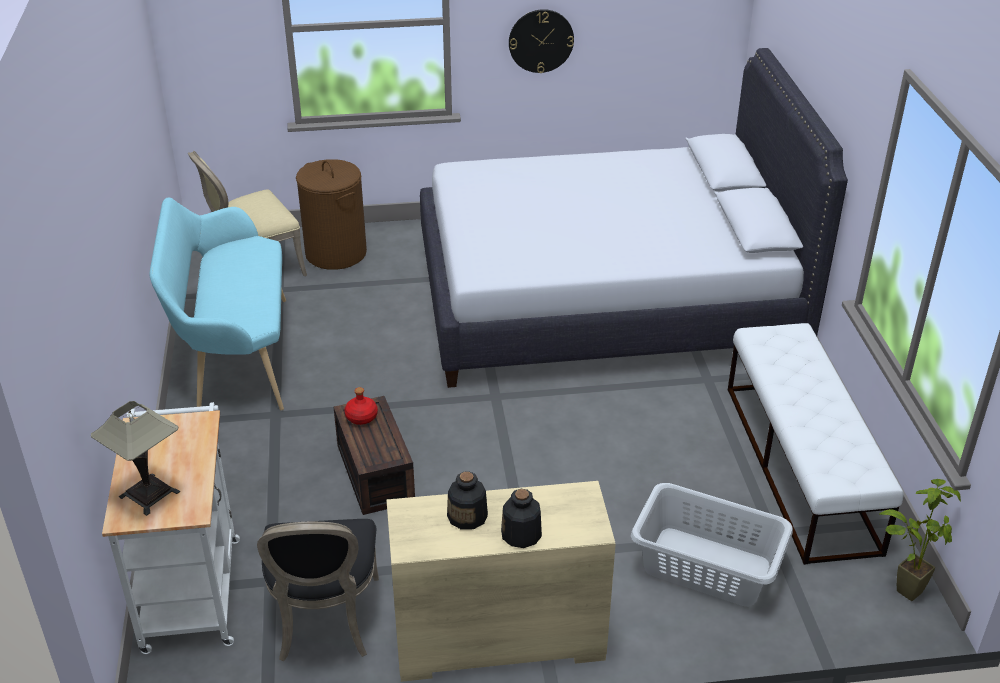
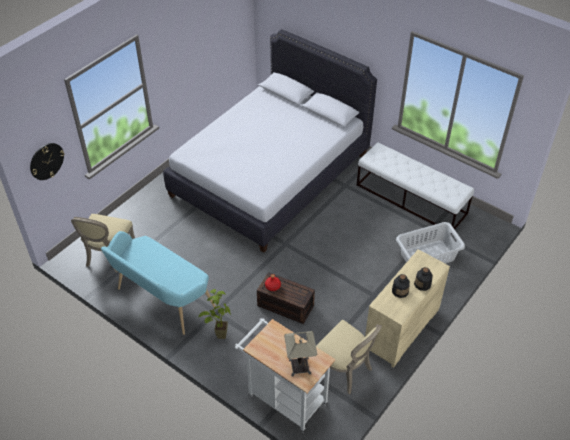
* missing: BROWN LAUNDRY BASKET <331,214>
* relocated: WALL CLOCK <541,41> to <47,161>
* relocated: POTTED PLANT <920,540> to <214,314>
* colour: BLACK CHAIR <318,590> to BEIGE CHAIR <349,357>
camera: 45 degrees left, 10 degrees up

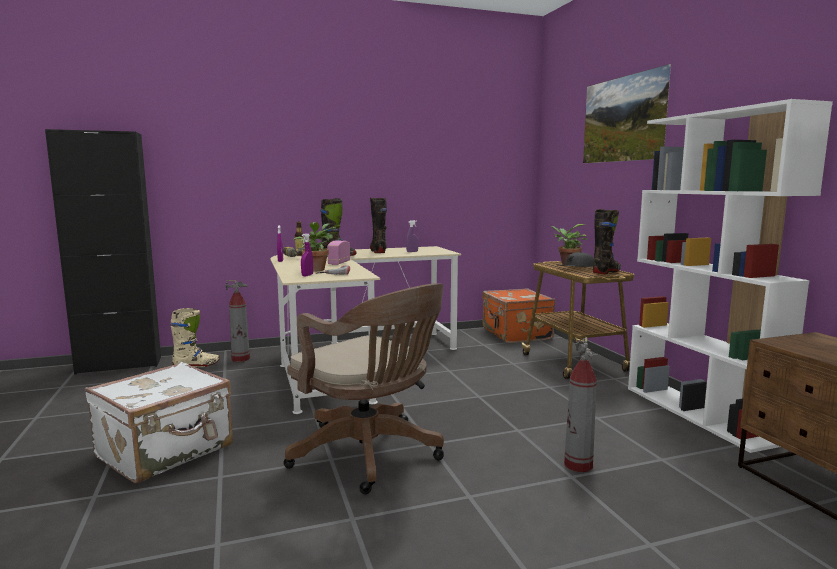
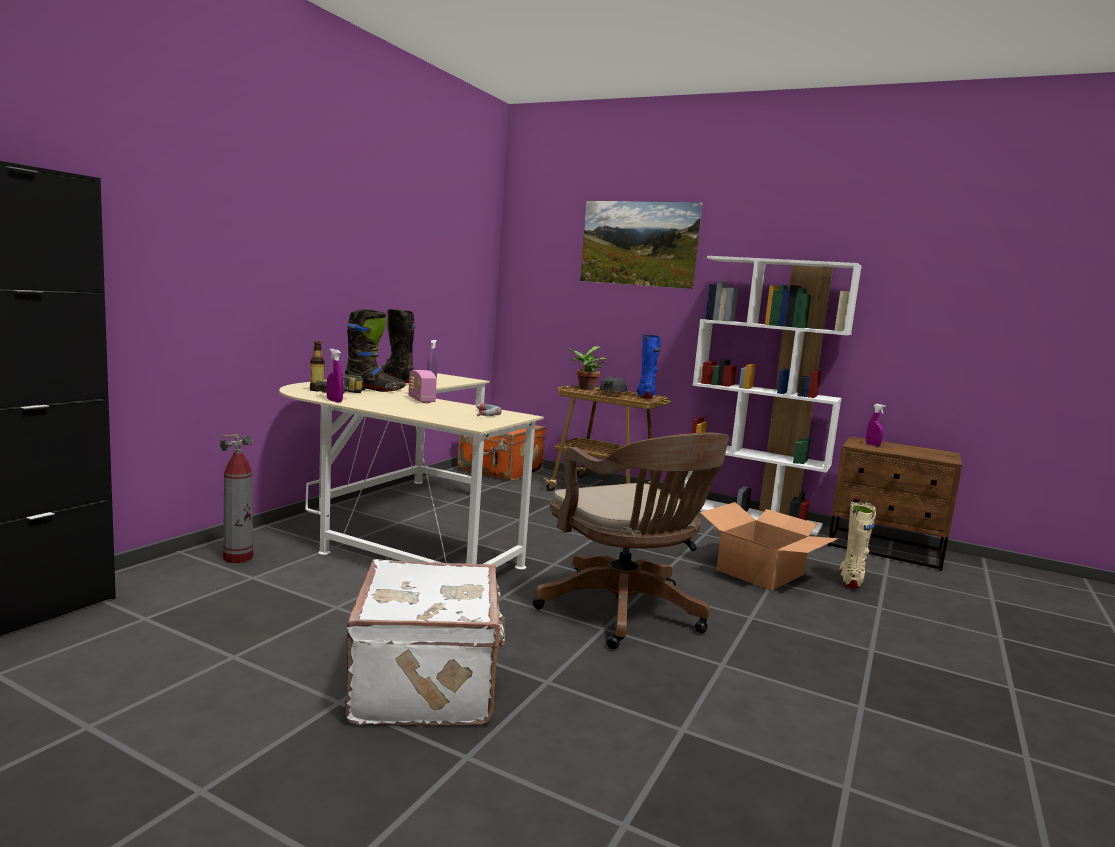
* missing: POTTED PLANT <314,246>
* relocated: BEIGE BOOT <195,337> to <857,545>
* relocated: PURPLE SPRAY BOTTLE <307,254> to <876,425>
* exchanged: FIRE EXTINGUISHER <580,404> to CARDBOARD BOX <769,546>
* colour: BLACK BOOT <607,241> to BLUE BOOT <649,366>
* spun: BROWN OFFICE CHAIR <363,388> = <631,540> 60 degrees clockwise
camera: 45 degrees left, 0 degrees up

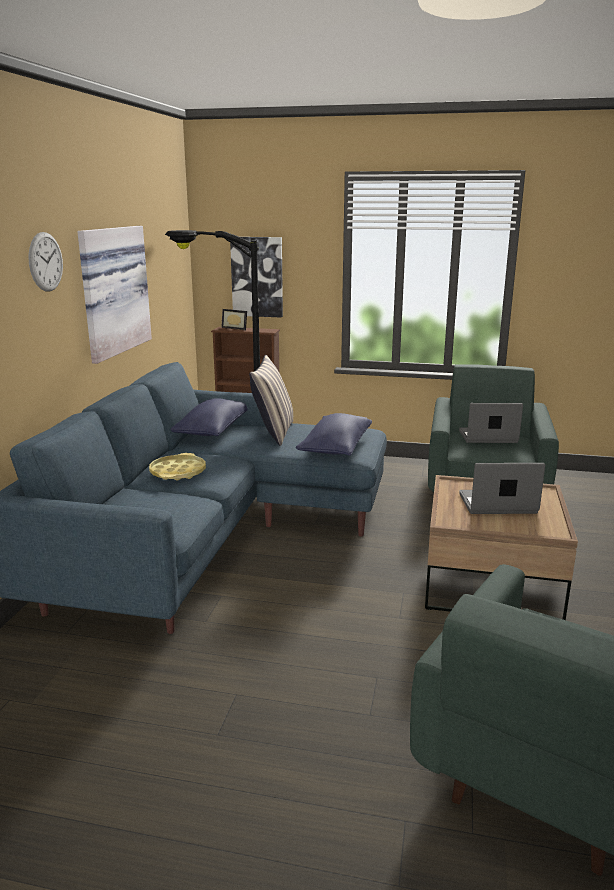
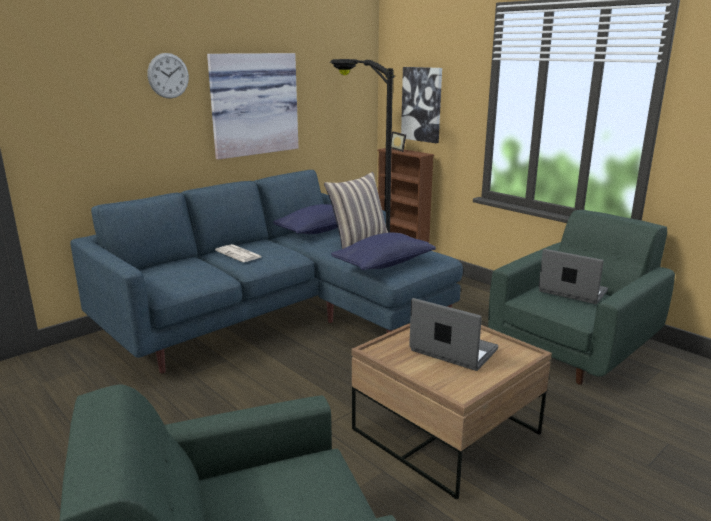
* exchanged: YELLOW TRAY <177,466> to NEWSPAPER <238,253>
camera: 35 degrees right, 0 degrees up

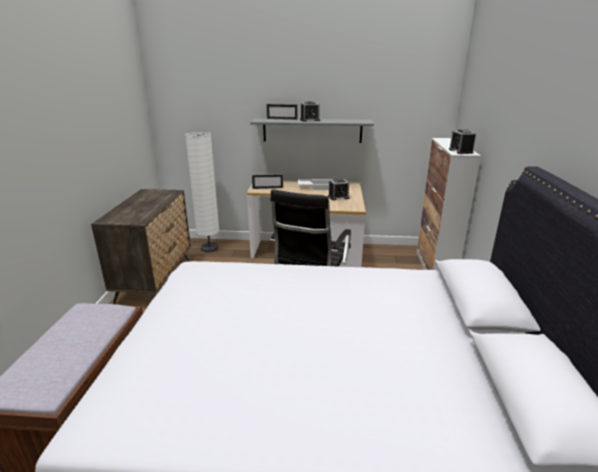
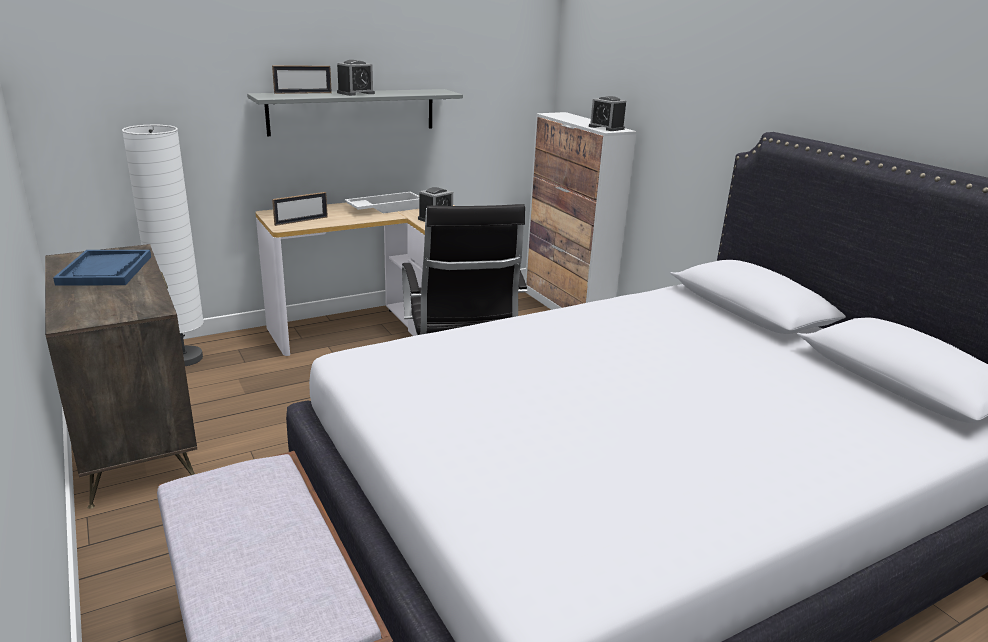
* appeared: BLUE TRAY <102,268>
camera: 35 degrees left, 0 degrees up

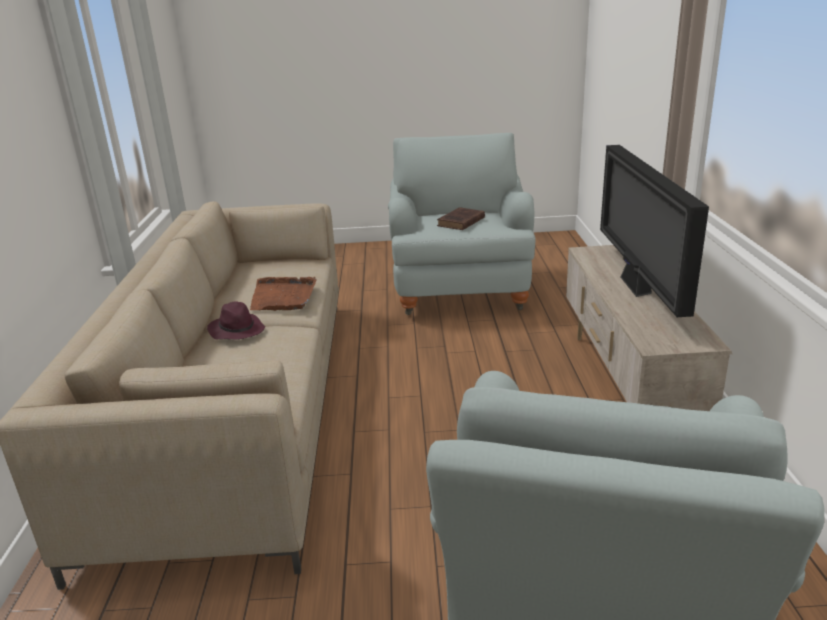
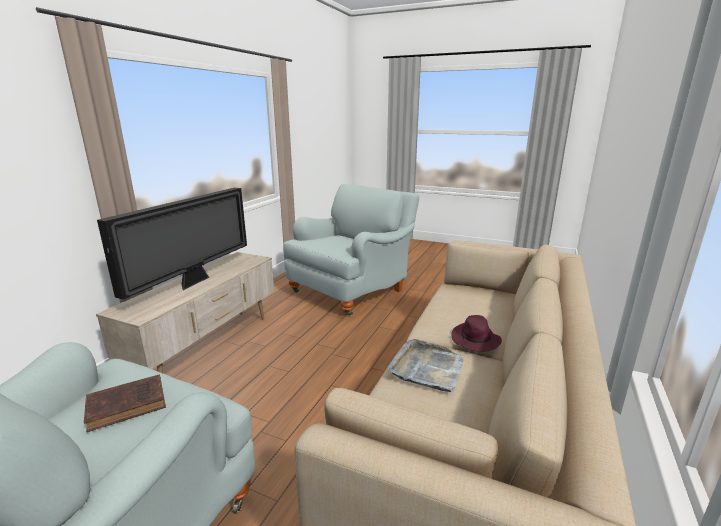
* colour: BROWN TRAY <283,294> to GREY TRAY <426,365>
camera: 155 degrees left, 5 degrees down

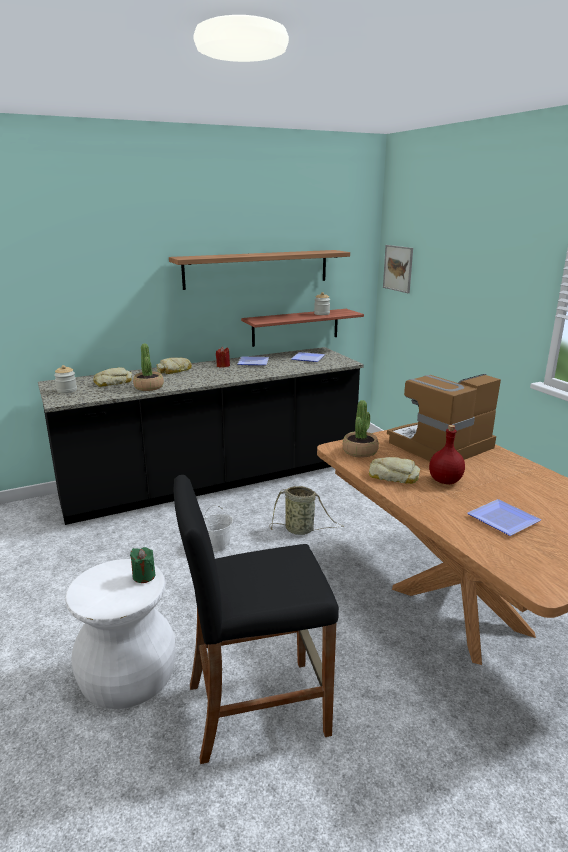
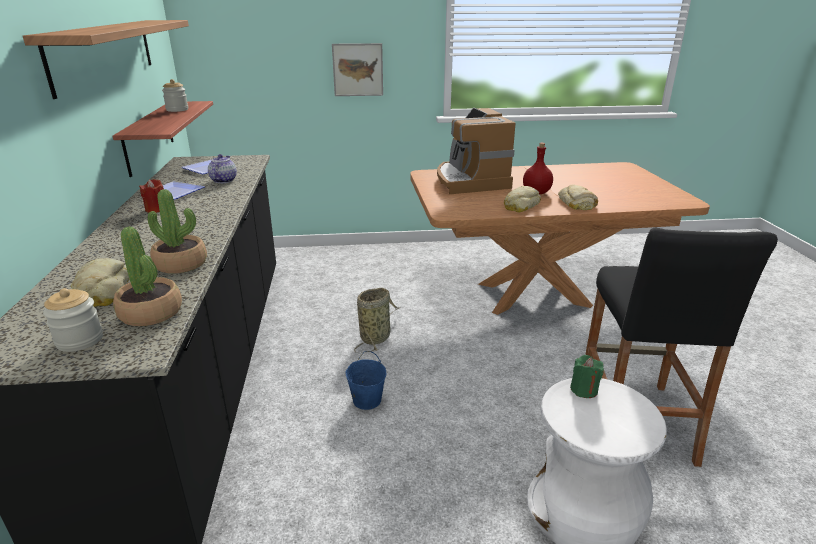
* missing: PLATE <504,517>
* appeared: TEAPOT <222,168>
* relocated: BREAD <174,365> to <578,197>
* relocated: POTTED PLANT <361,429> to <147,276>
* relocated: PICTURE <398,269> to <357,69>
* colour: WHITE BUCKET <218,528> to BLUE BUCKET <365,380>
camera: 70 degrees left, 5 degrees up

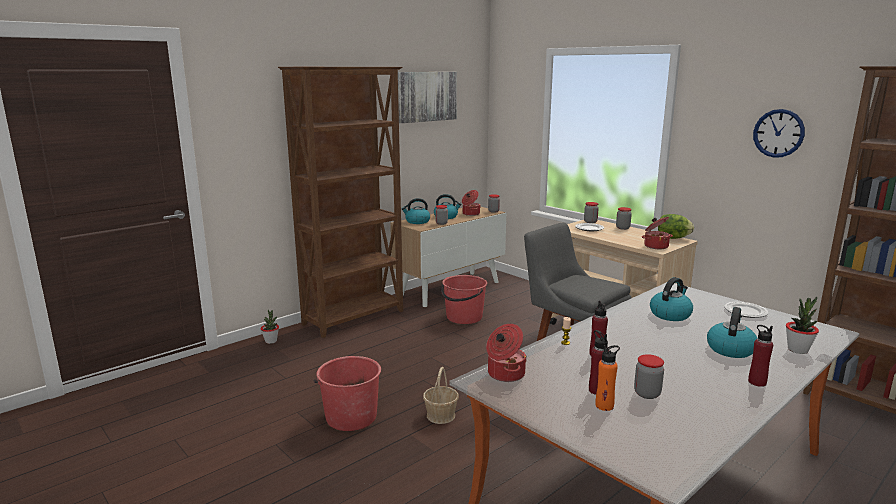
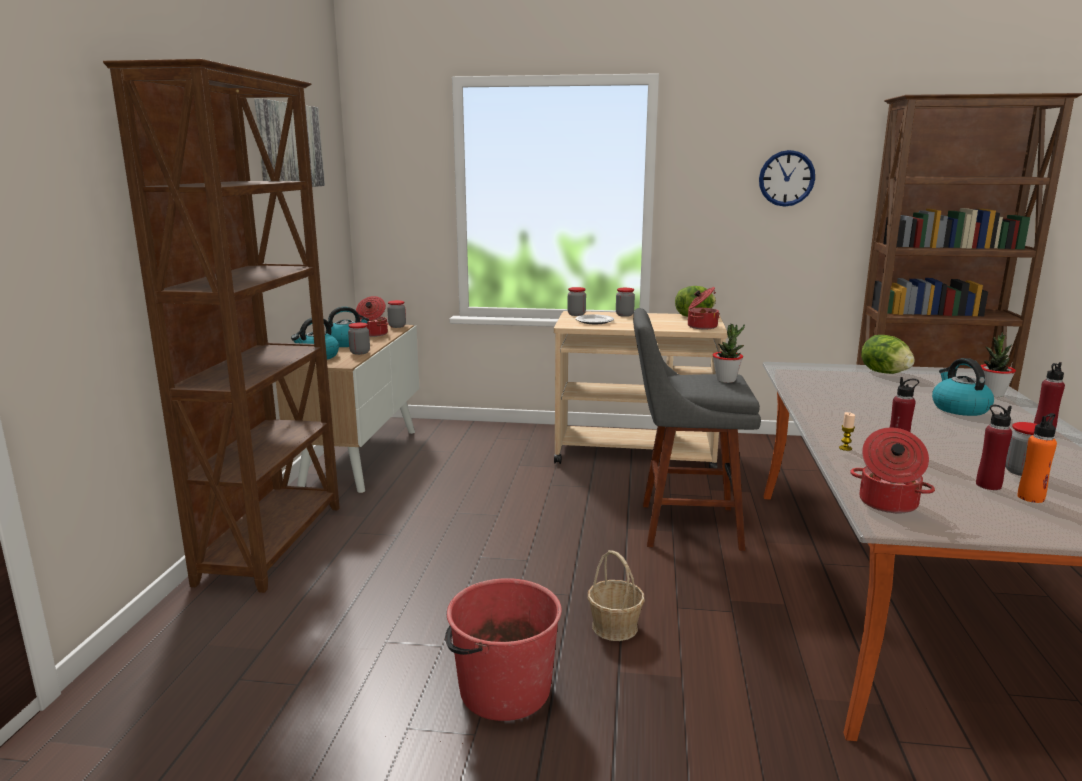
* missing: RED BUCKET <464,299>
* missing: KETTLE <671,299>
* relocated: POTTED PLANT <270,327> to <729,353>
* exchanged: PLATE <746,310> to LETTUCE <888,354>
camera: 40 degrees left, 0 degrees up

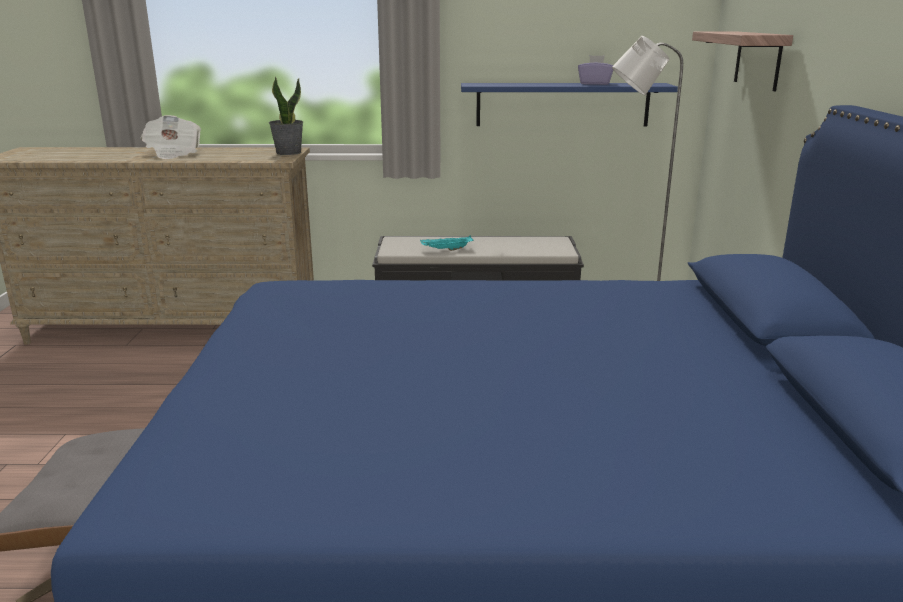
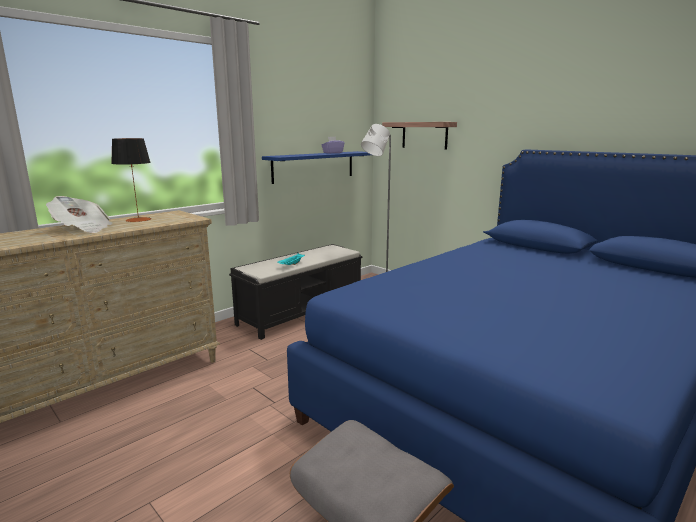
* missing: POTTED PLANT <286,116>
* appeared: TABLE LAMP <131,180>
camera: 45 degrees left, 5 degrees down

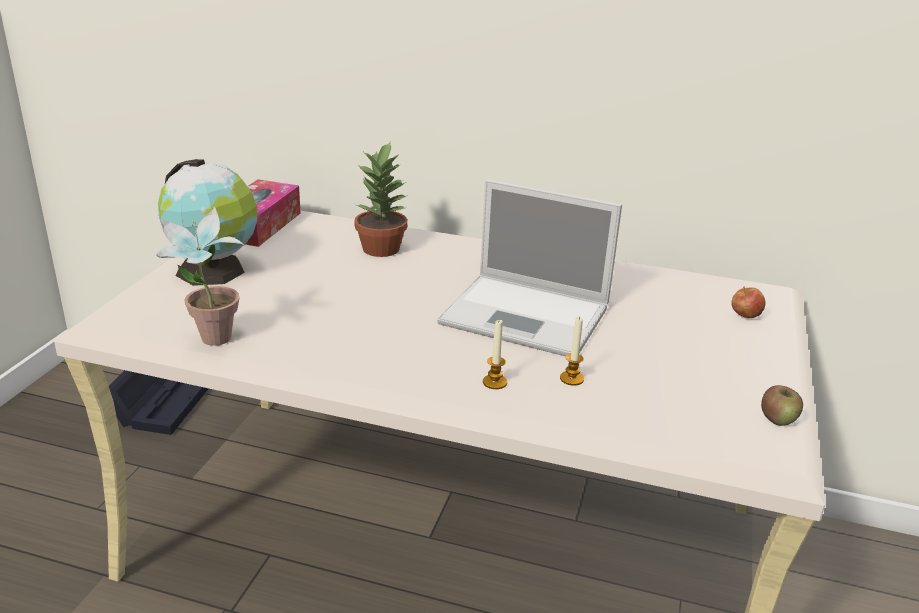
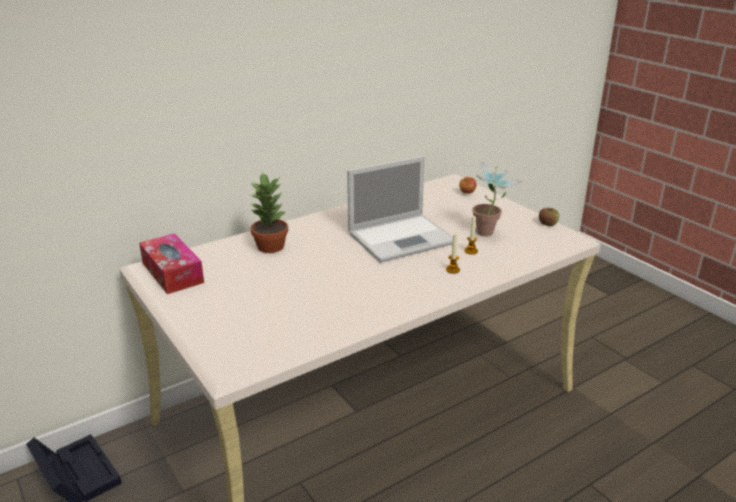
* missing: GLOBE <207,222>
* relocated: POTTED PLANT <200,276> to <497,198>
camera: 50 degrees left, 0 degrees up

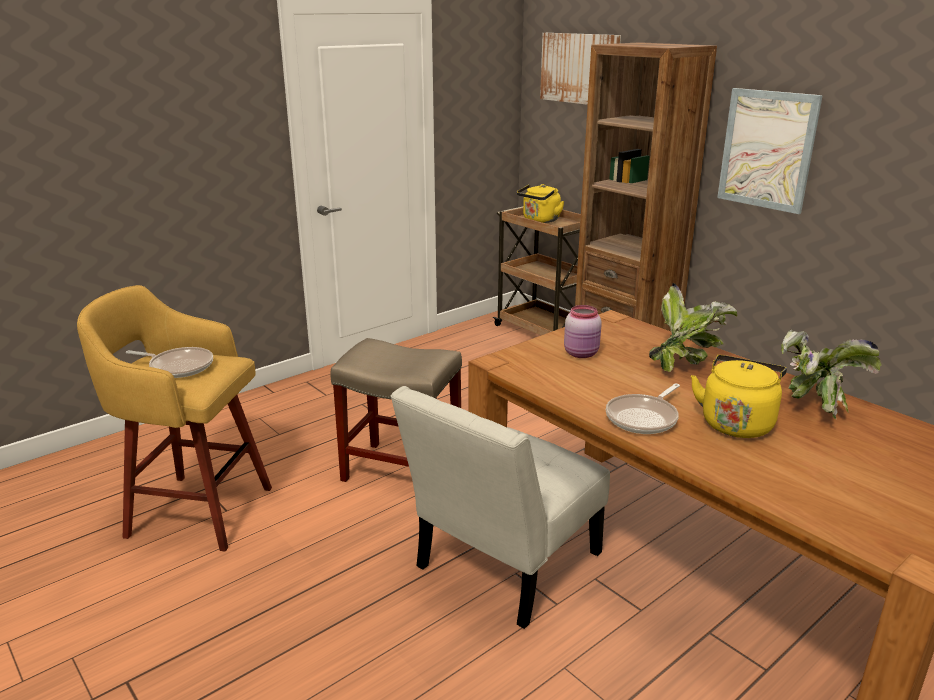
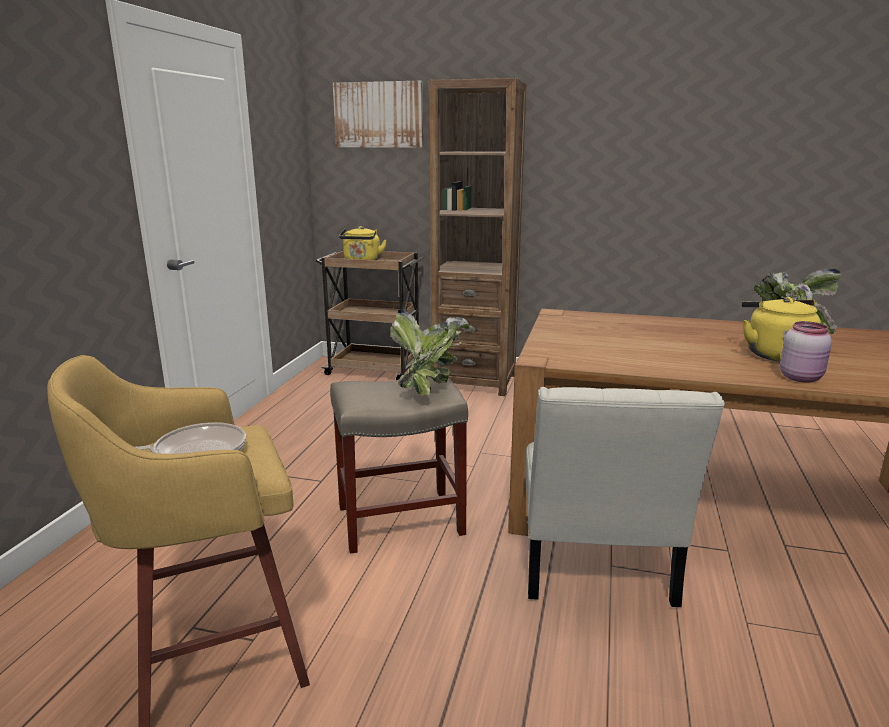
* missing: FRYING PAN <643,409>
* missing: PICTURE <770,151>
* relocated: PINK JAR <583,331> to <806,352>
* relocated: POTTED PLANT <693,327> to <430,352>
camera: 35 degrees left, 5 degrees down

